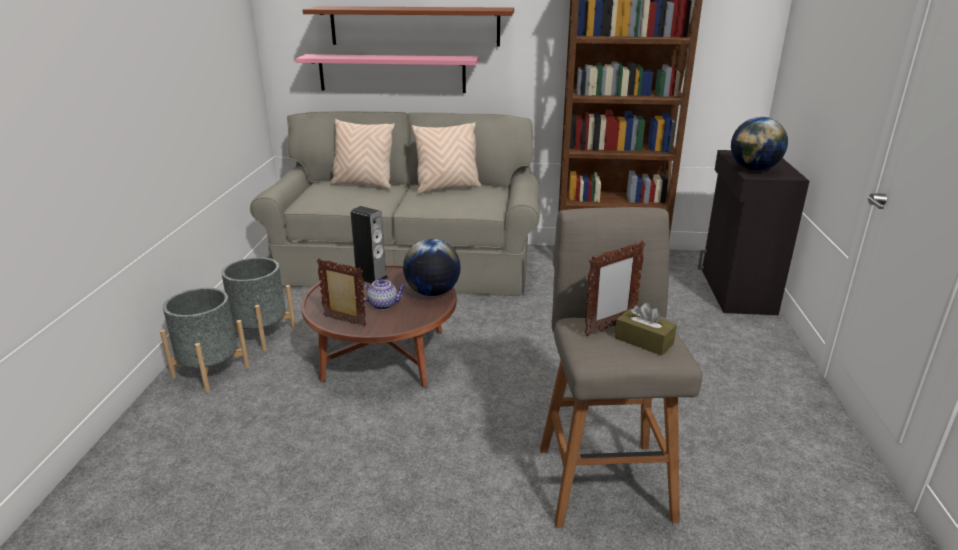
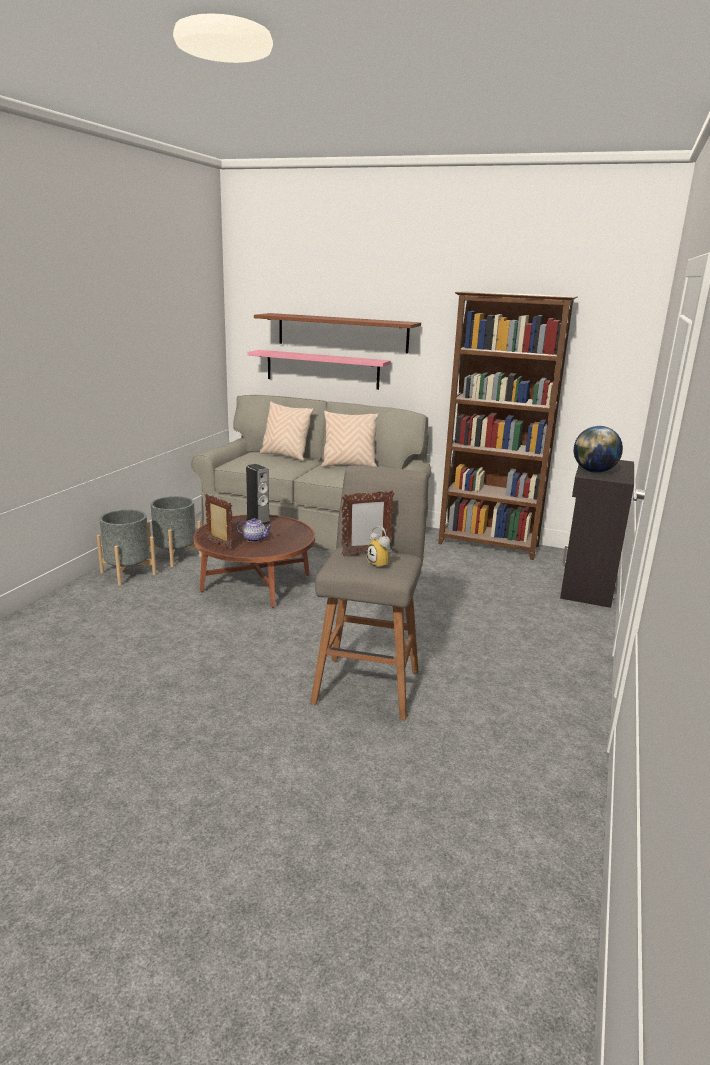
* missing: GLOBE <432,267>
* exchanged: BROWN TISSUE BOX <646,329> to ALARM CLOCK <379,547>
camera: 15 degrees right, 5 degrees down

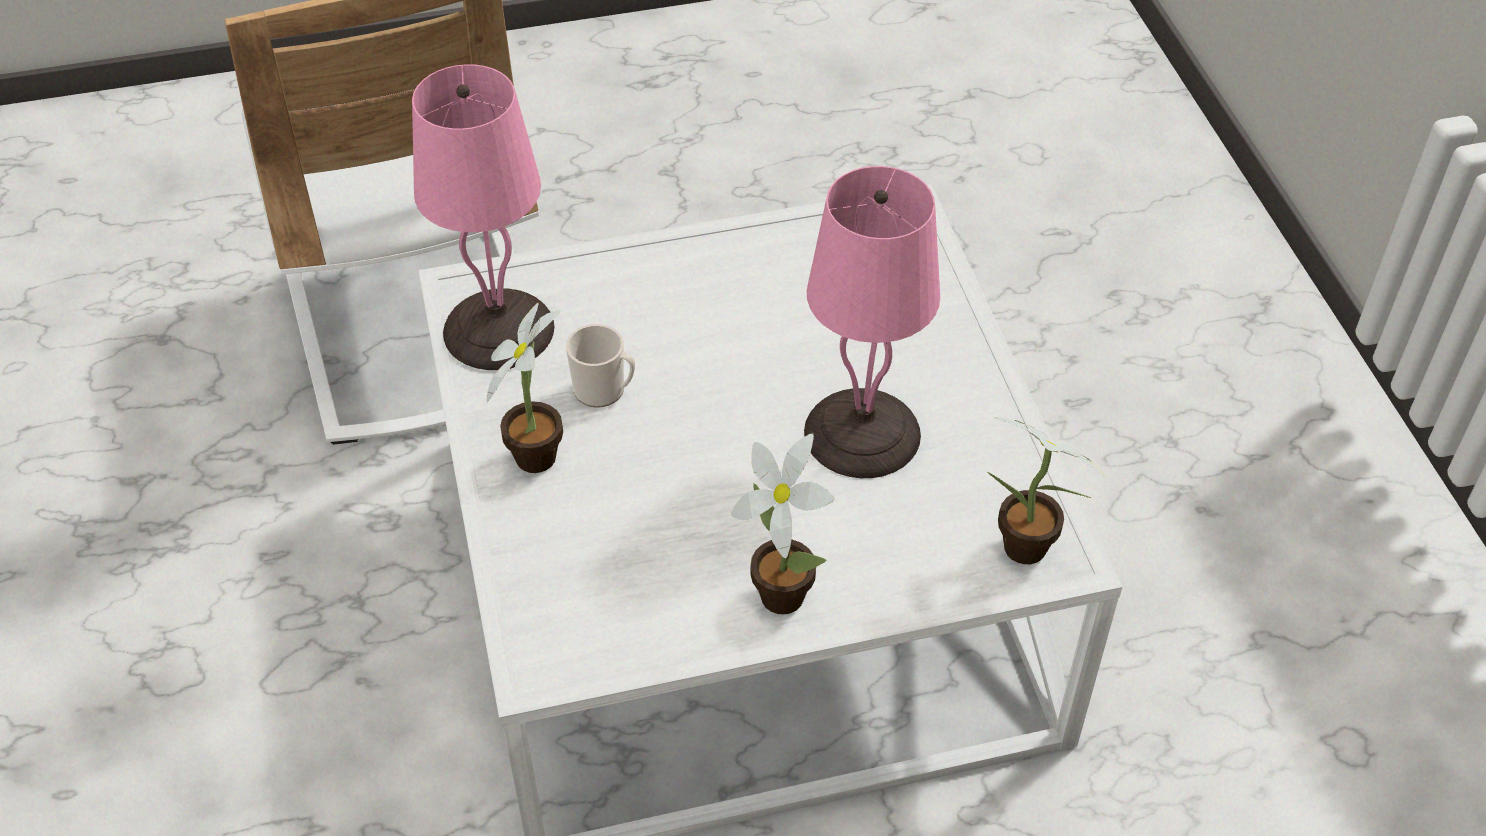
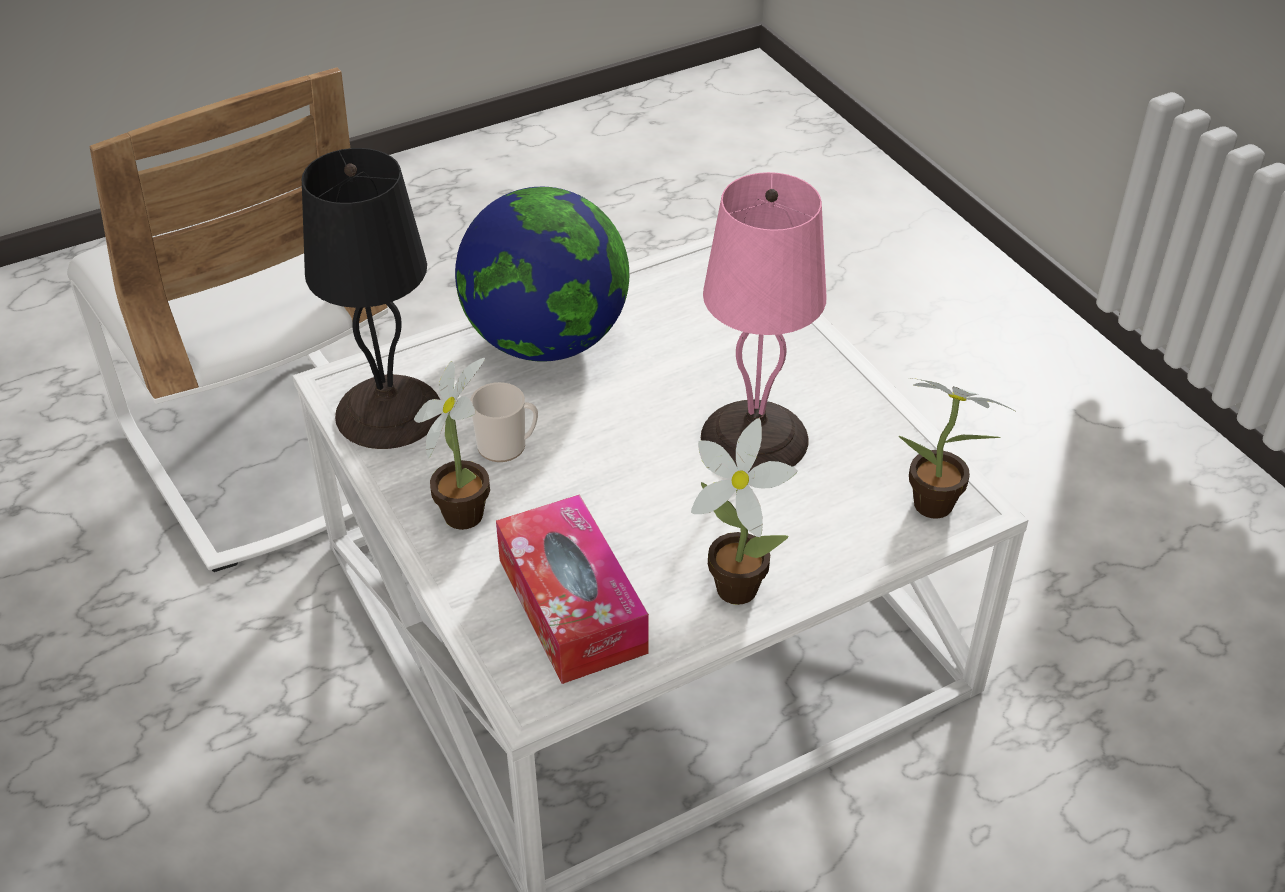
* appeared: GLOBE <542,274>
* appeared: TISSUE BOX <572,589>
* colour: PINK TABLE LAMP <483,217> to BLACK TABLE LAMP <372,298>
camera: 15 degrees left, 5 degrees down

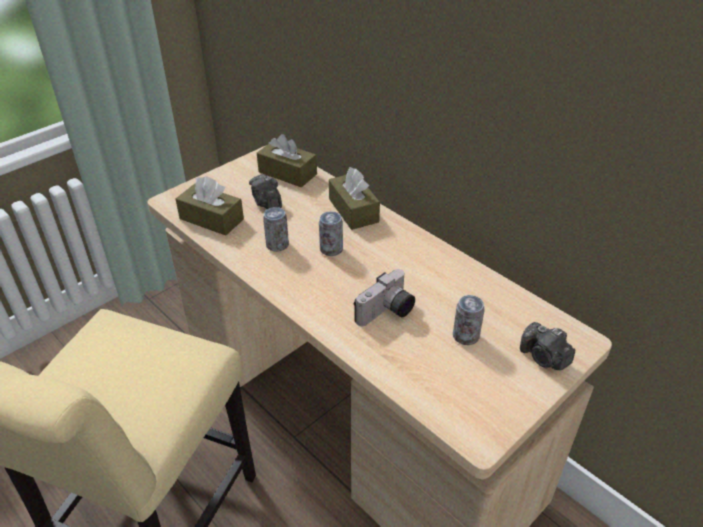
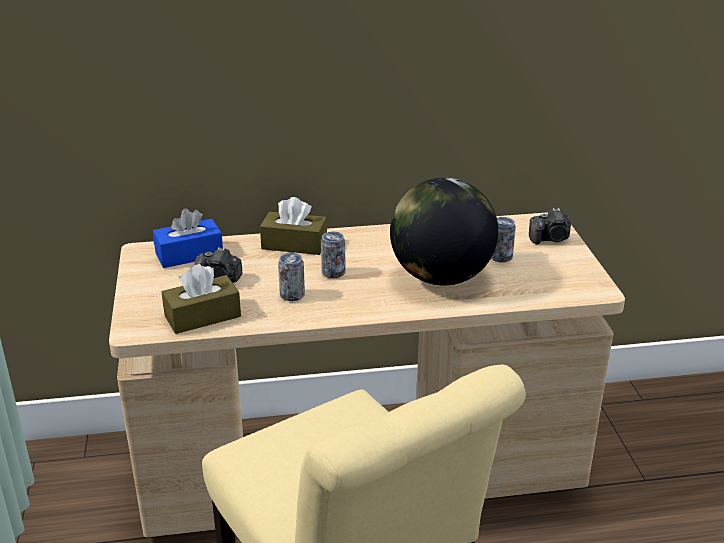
* exchanged: PHOTO CAMERA <384,297> to GLOBE <444,231>
* colour: BROWN TISSUE BOX <287,161> to BLUE TISSUE BOX <188,238>
camera: 55 degrees left, 10 degrees down

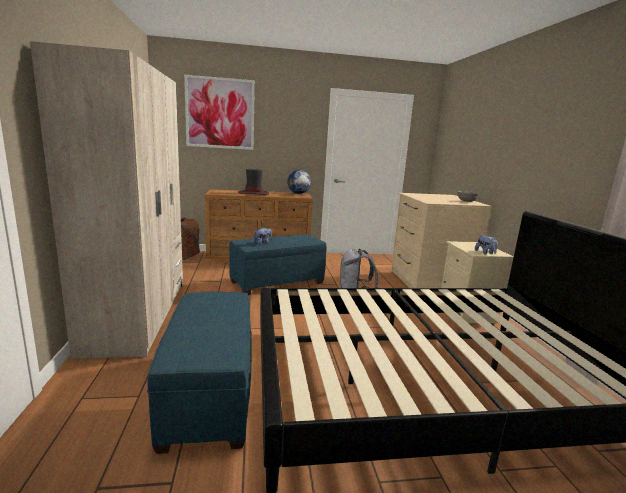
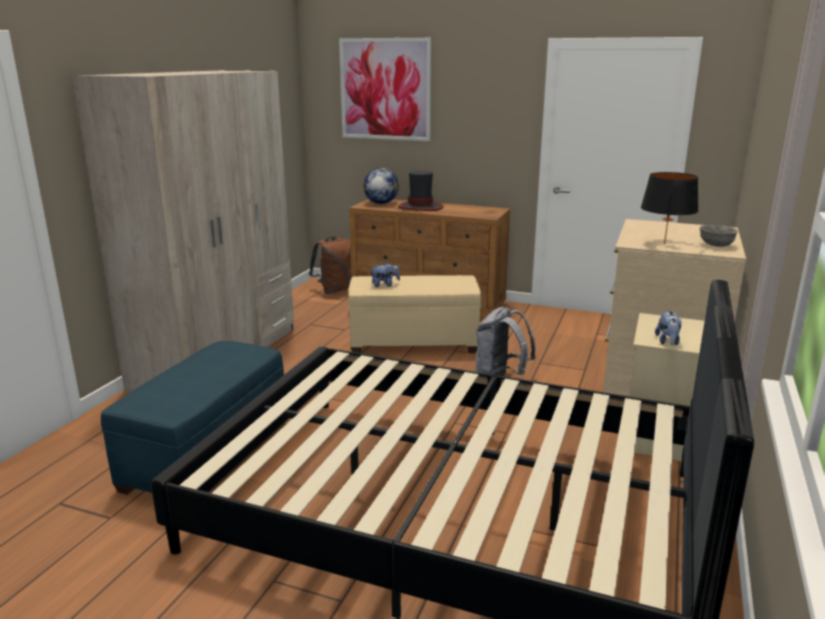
* appeared: BLACK TABLE LAMP <670,208>
* relocated: GLOBE <299,182> to <381,186>
* colour: BLUE OTTOMAN <278,264> to BEIGE OTTOMAN <414,314>
camera: 30 degrees right, 5 degrees up

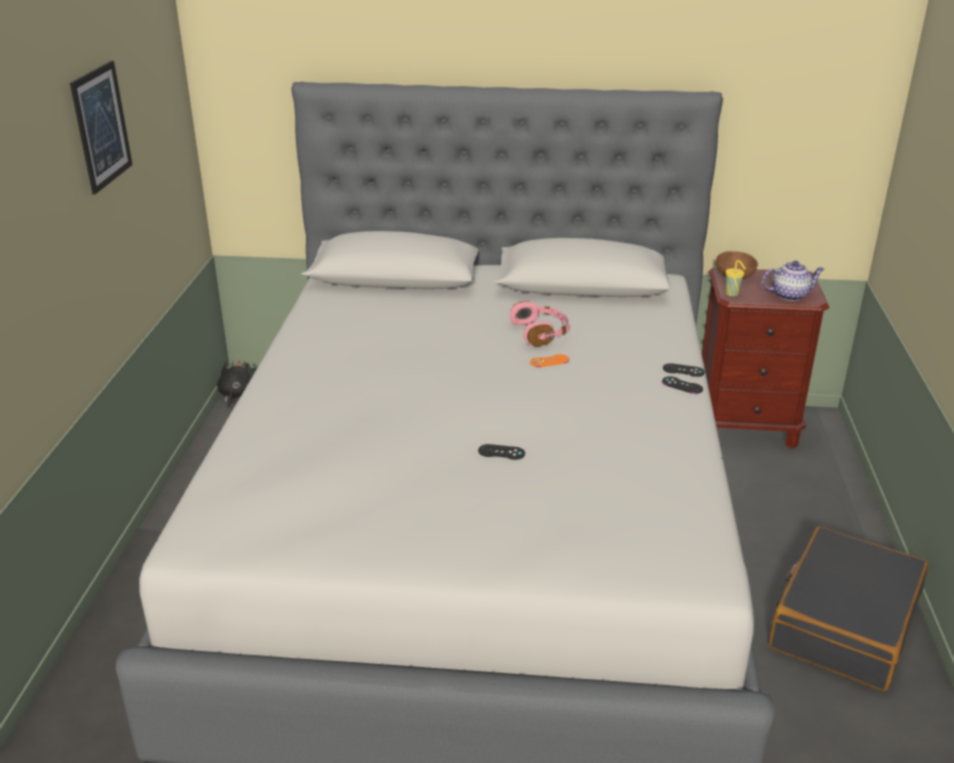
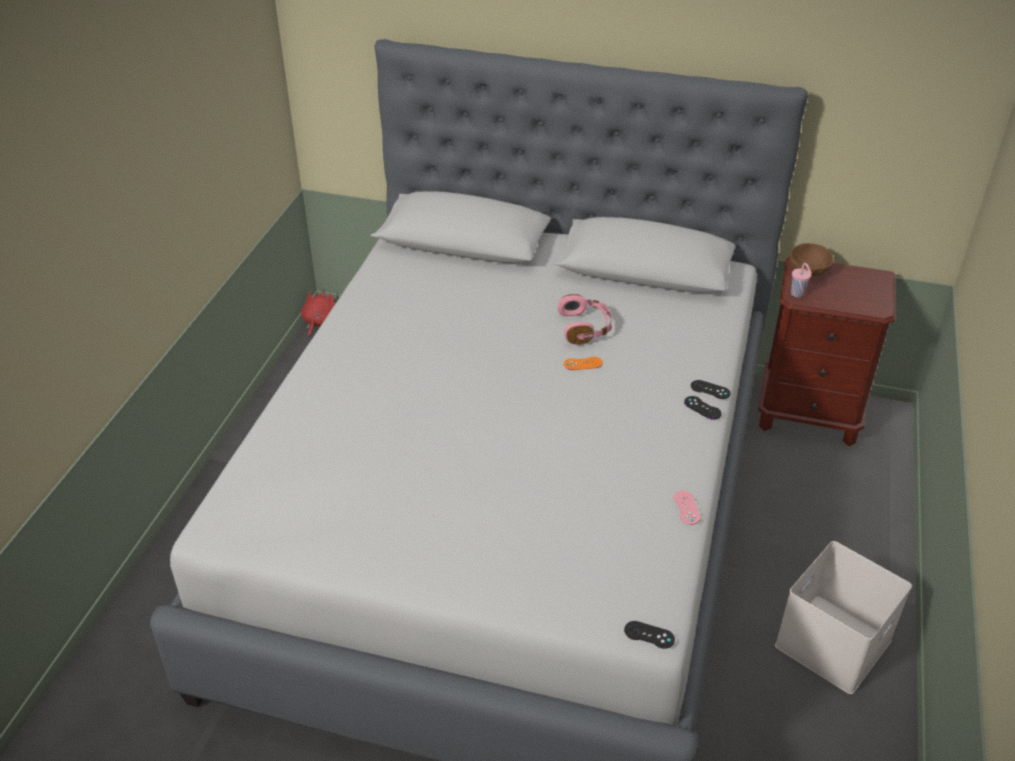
* missing: PICTURE <101,128>
* missing: TEAPOT <793,281>
* appeared: PINK GAME CONTROLLER <687,508>
* relocated: BLACK GAME CONTROLLER <501,452> to <649,635>
* exchanged: BLACK SUITCASE <848,608> to WHITE STORAGE BOX <843,617>
* colour: BLACK PLUSH TOY <235,384> to RED PLUSH TOY <318,313>
* colour: YELLOW CUP <735,278> to PINK CUP <801,280>
camera: 10 degrees right, 10 degrees up

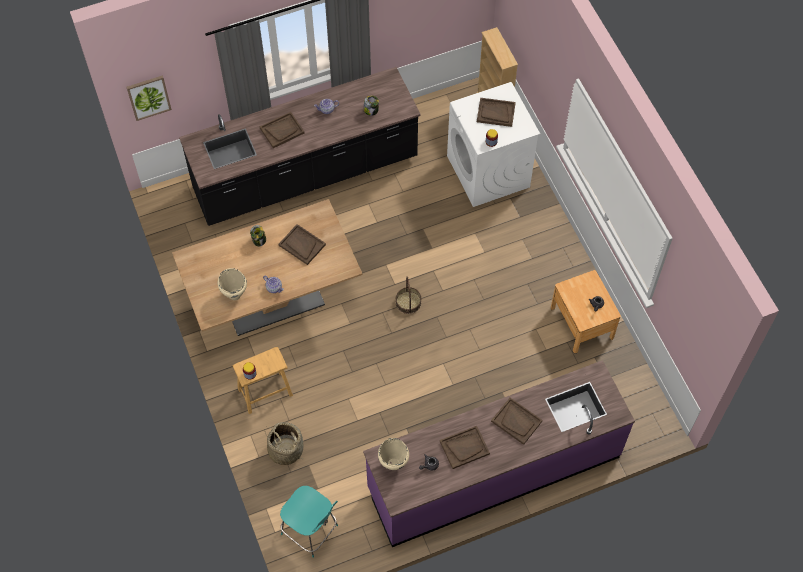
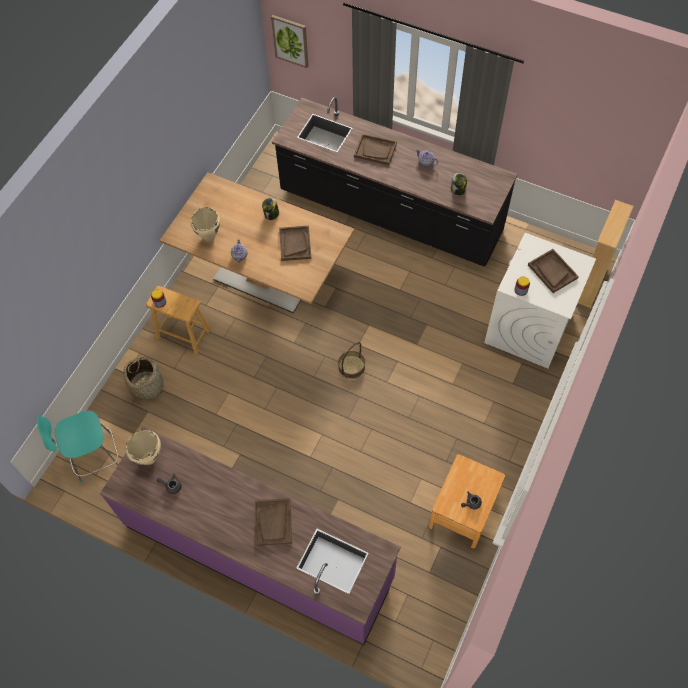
* missing: BROWN TRAY <465,447>
* spun: TURQUOISE CHAIR <309,522> = <77,446> 75 degrees clockwise
camera: 50 degrees right, 0 degrees up

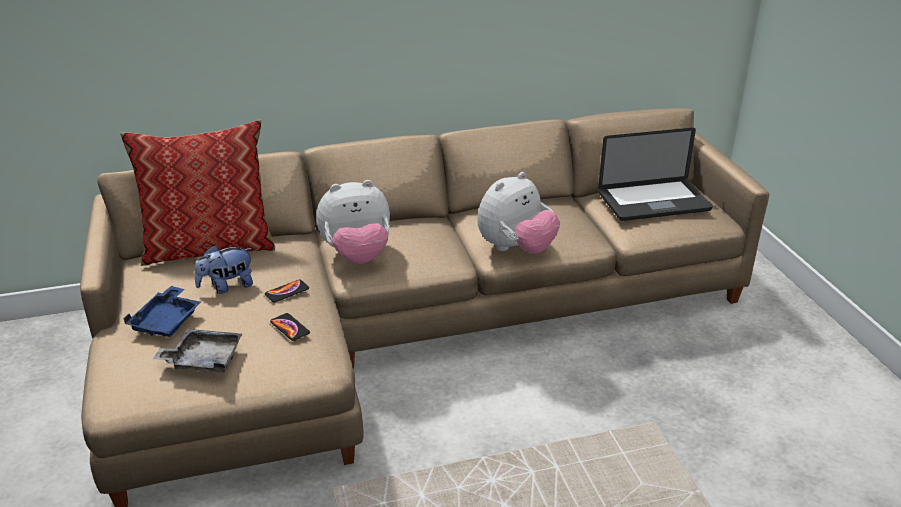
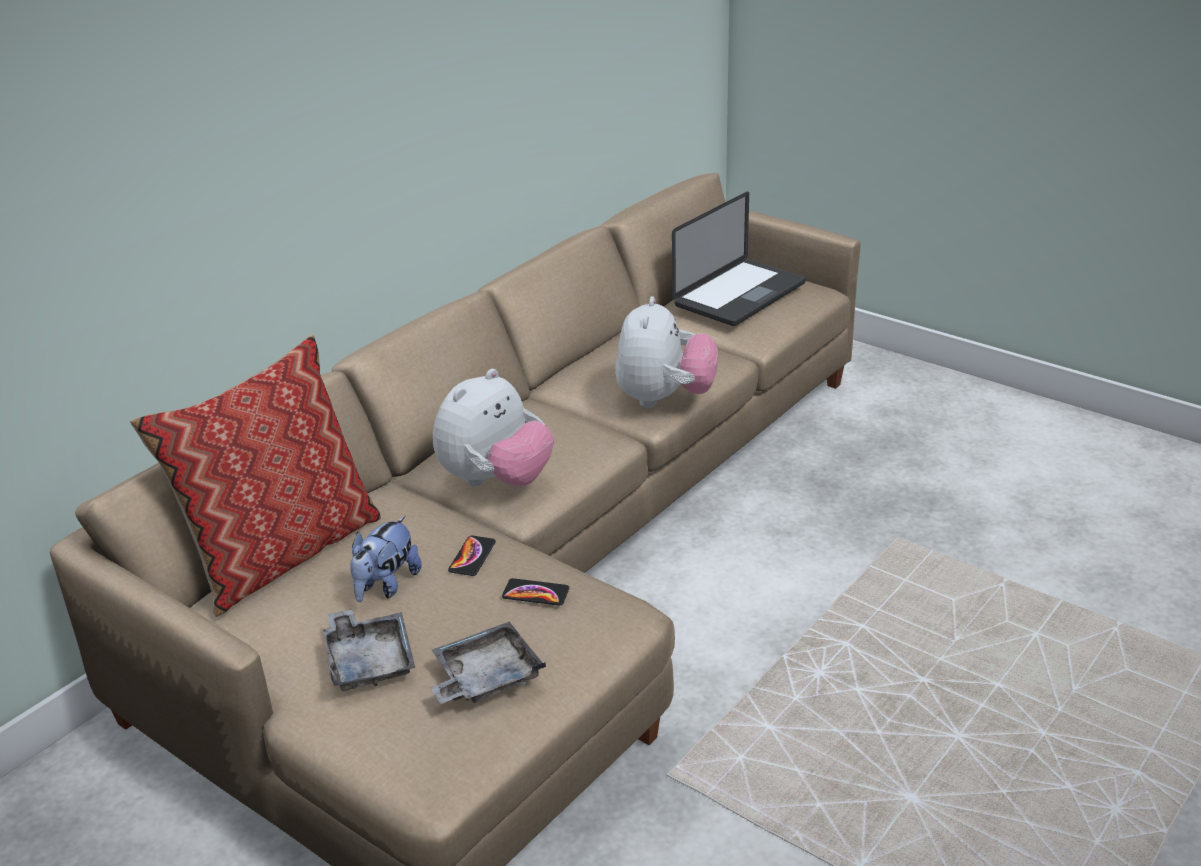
* colour: BLUE TRAY <162,311> to GREY TRAY <369,650>
camera: 35 degrees left, 0 degrees up

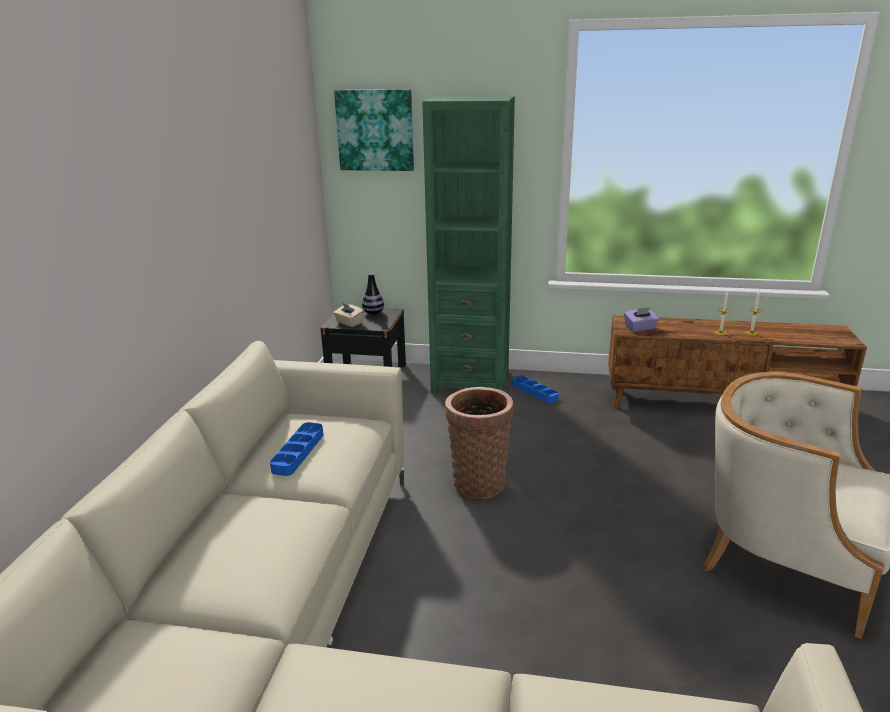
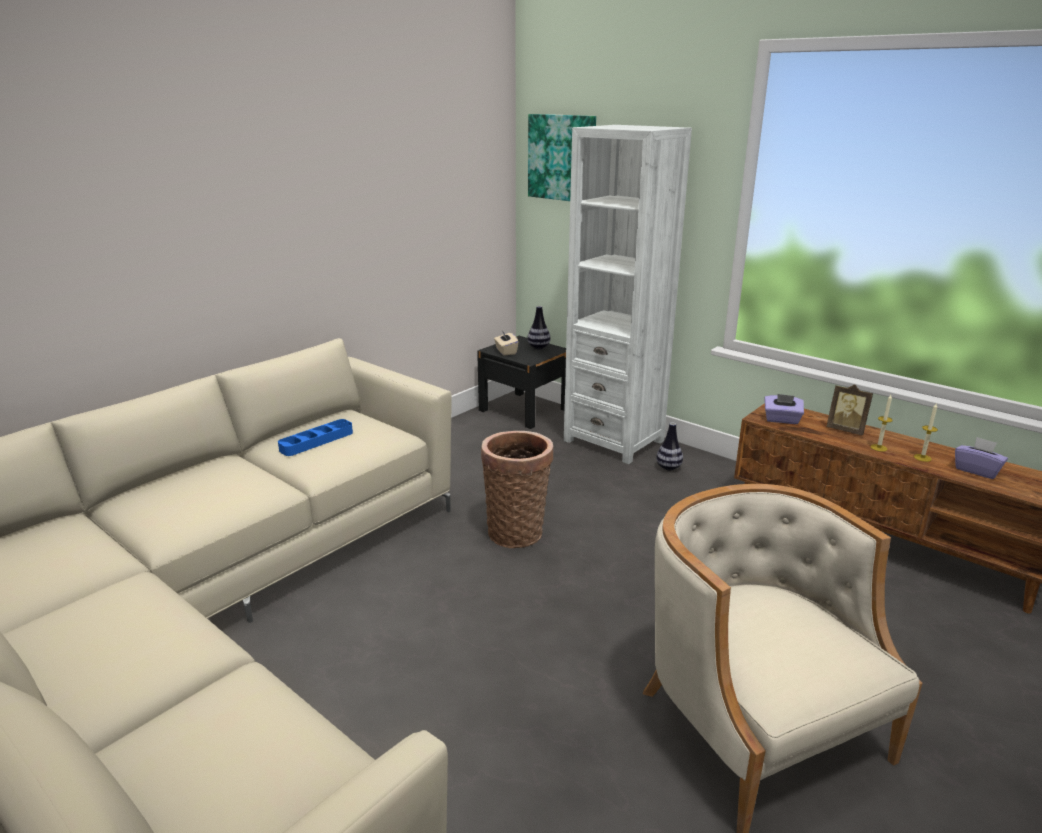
* appeared: PICTURE FRAME <849,410>
* appeared: PURPLE TISSUE BOX <981,458>
* exchanged: BLUE TRAY <535,389> to VASE <669,446>
* colour: GREEN BOOKCASE <468,245> to WHITE BOOKCASE <628,294>
camera: 30 degrees right, 0 degrees up

